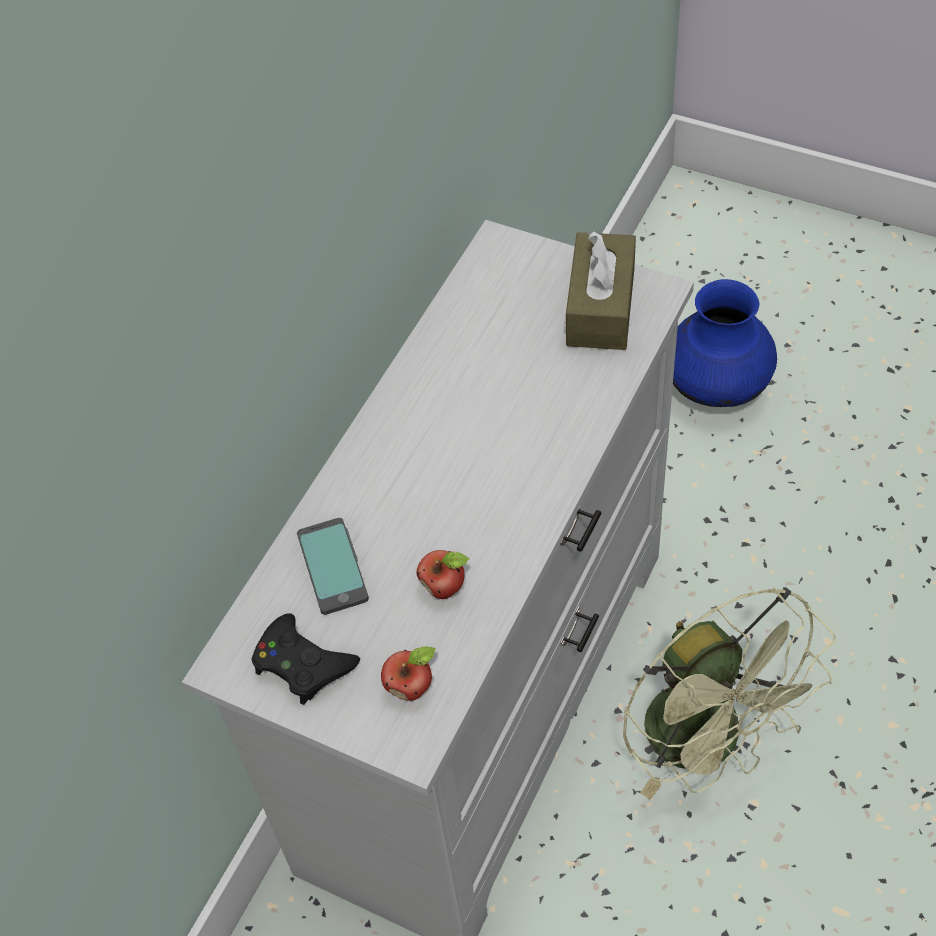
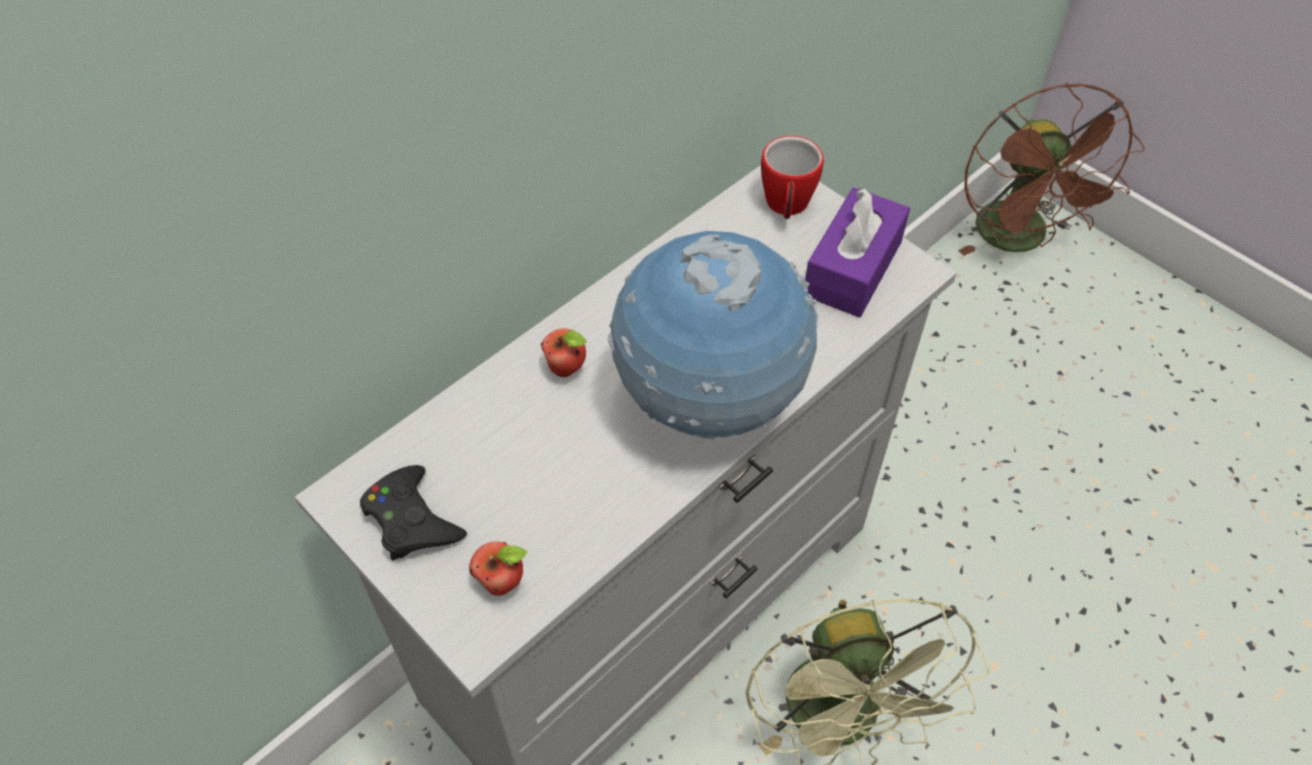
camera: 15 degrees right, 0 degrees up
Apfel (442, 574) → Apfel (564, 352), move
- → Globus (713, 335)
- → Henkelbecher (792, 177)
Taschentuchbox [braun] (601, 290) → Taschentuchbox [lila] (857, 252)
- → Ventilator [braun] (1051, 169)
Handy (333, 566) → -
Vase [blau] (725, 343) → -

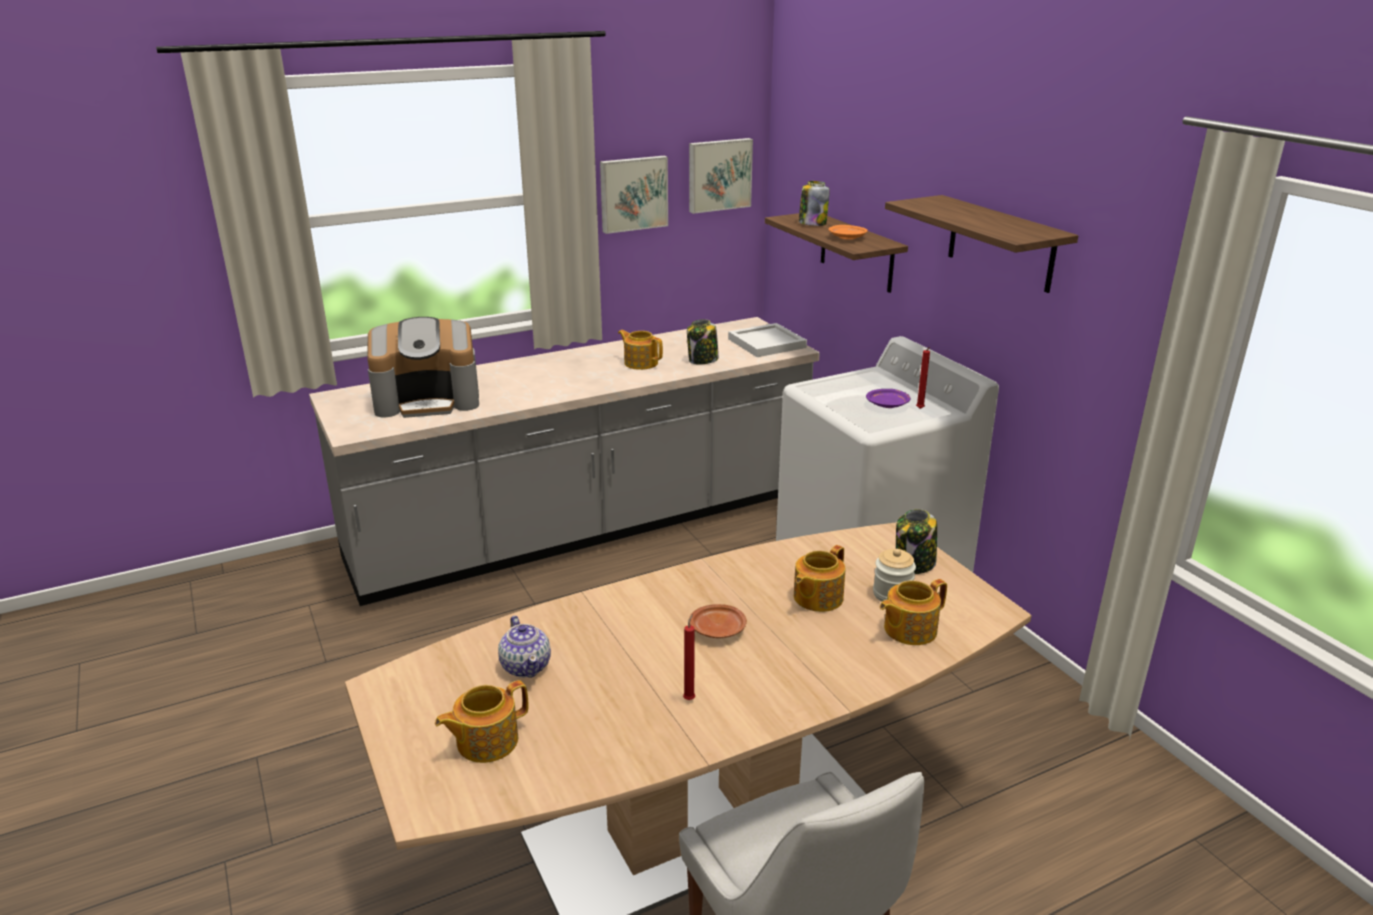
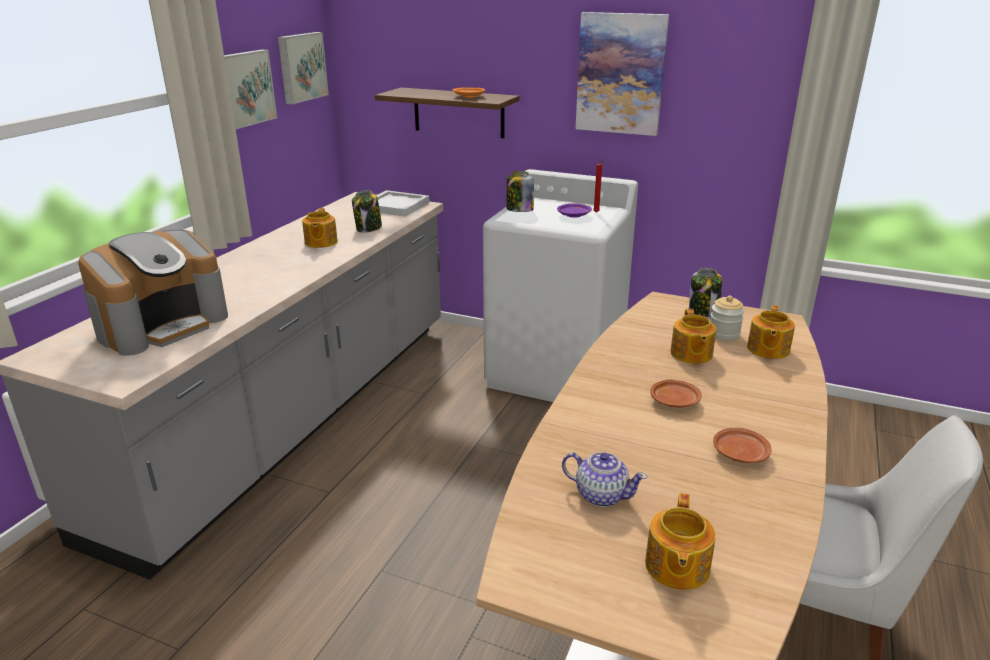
camera: 40 degrees left, 0 degrees up
Teekanne (640, 350) → Teekanne (320, 228), 90 degrees counterclockwise
Vorratsglas (814, 203) → Vorratsglas (520, 191), move
Wandregal (981, 244) → Bild (622, 74)
Kerze [rot] (689, 657) → Teller [braun] (742, 445)

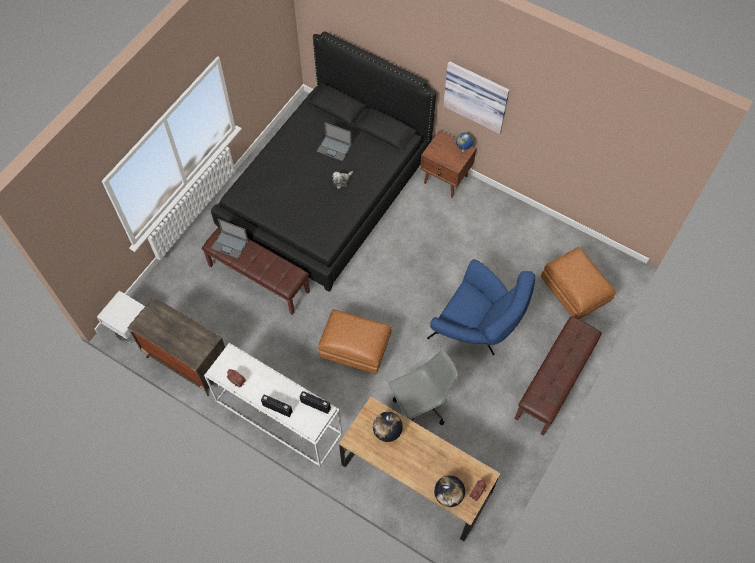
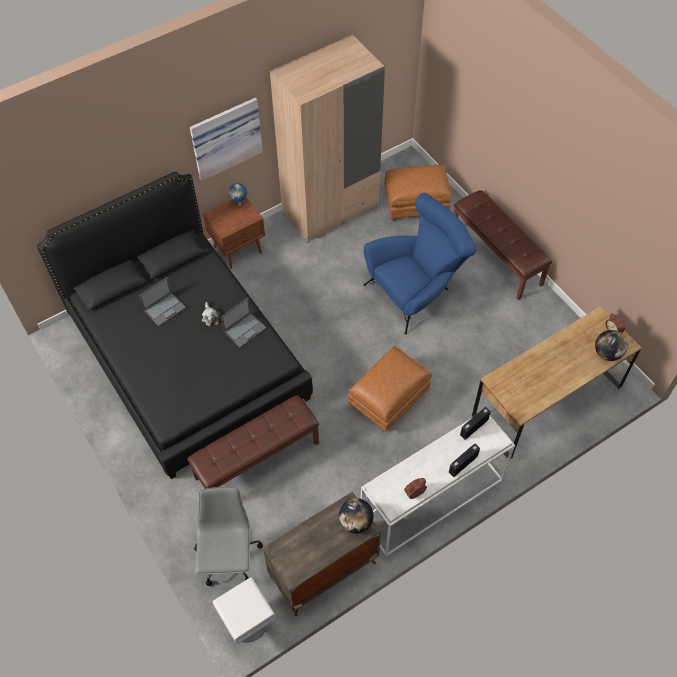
camera: 65 degrees left, 5 degrees down
Bürostuhl [grau] (423, 387) → Bürostuhl [grau] (228, 536), move
Laptop (229, 239) → Laptop (244, 322), move
- → Kleiderschrank [beige] (327, 139)
Globus (388, 427) → Globus (356, 516), move

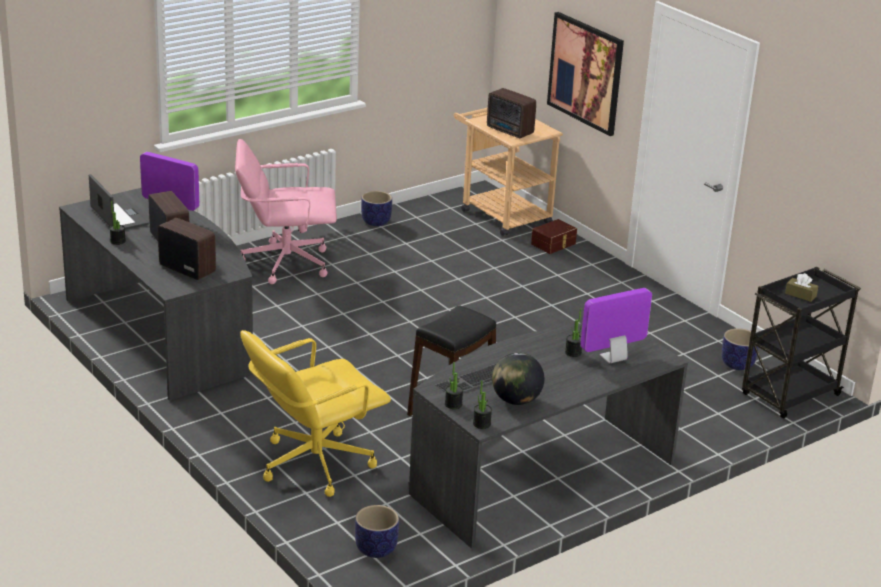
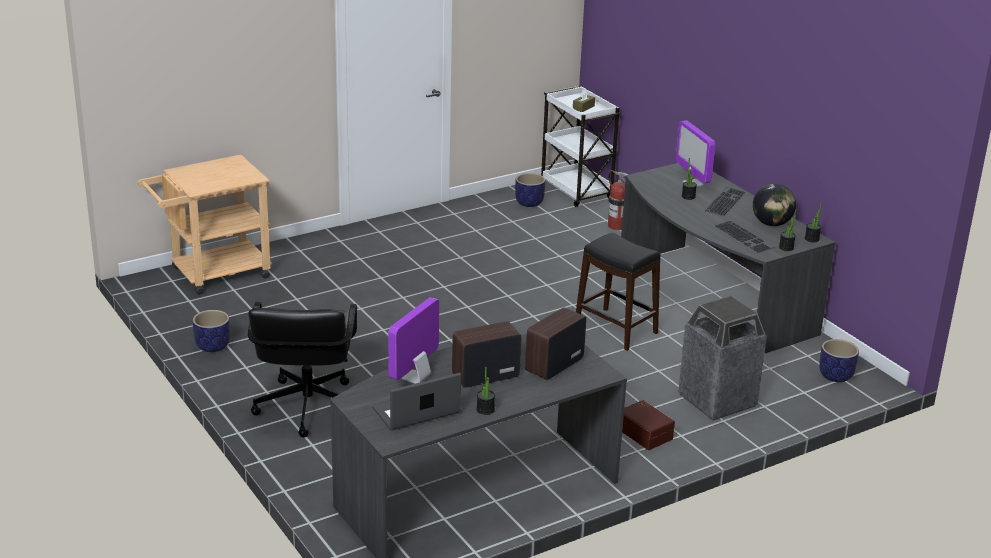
camera: 85 degrees left, 0 degrees up
Bürostuhl [rosa] (286, 211) → Bürostuhl [schwarz] (302, 370)
Rollwagen [schwarz] (801, 343) → Rollwagen [weiß] (581, 146)
- → Feuerlöscher (618, 200)
Aufbewahrungsbox [braun] (554, 236) → Aufbewahrungsbox [braun] (648, 425), move
Bürostuhl [gelb] (315, 413) → Mülleimer (722, 358)
- → Tastatur (725, 201)
Radio (511, 113) → -
Bild (585, 74) → -

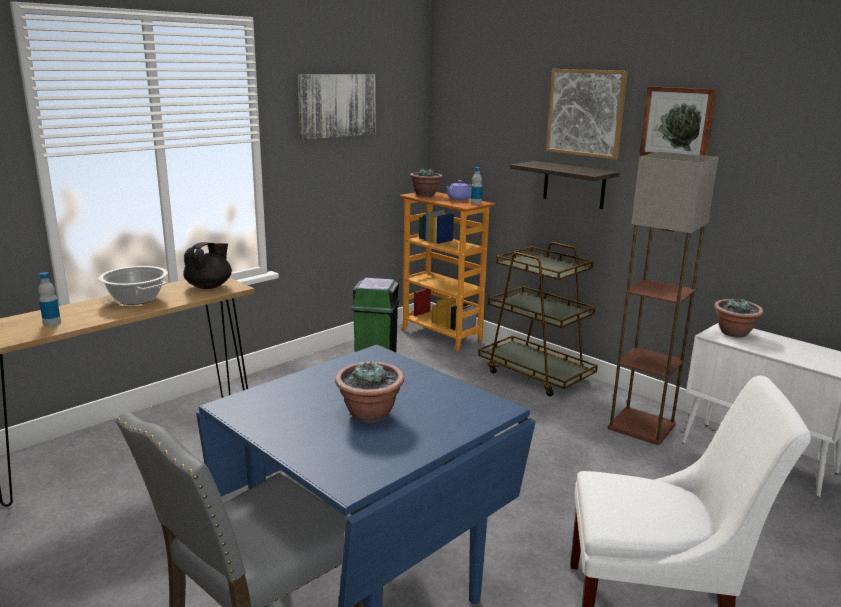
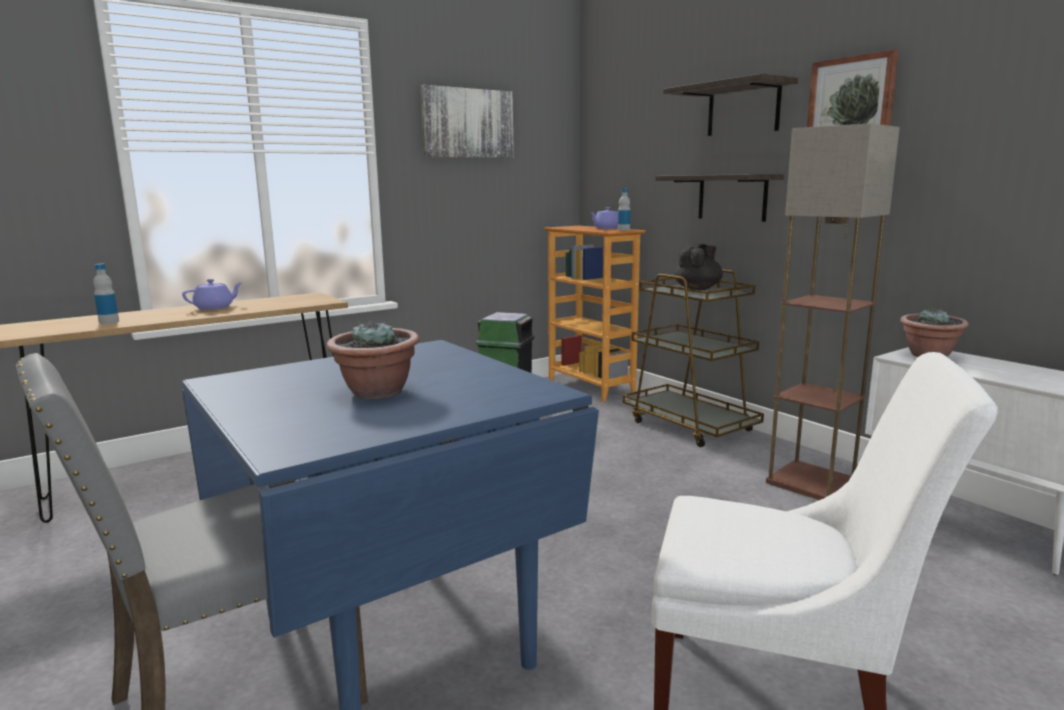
camera: 10 degrees right, 5 degrees down
Kochtopf (133, 285) → Teekanne [lila] (212, 294)
Bild (587, 114) → Wandregal (730, 104)
Teekanne [schwarz] (207, 265) → Teekanne [schwarz] (698, 267), move
Topfpflanze (426, 182) → -

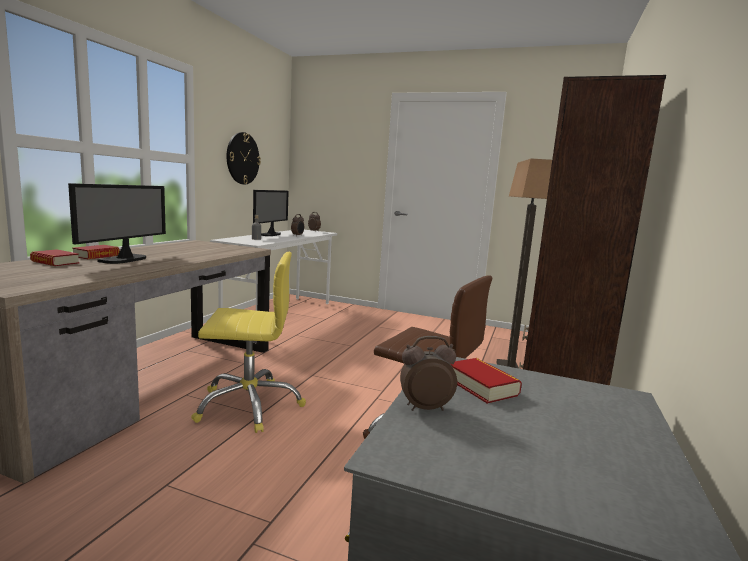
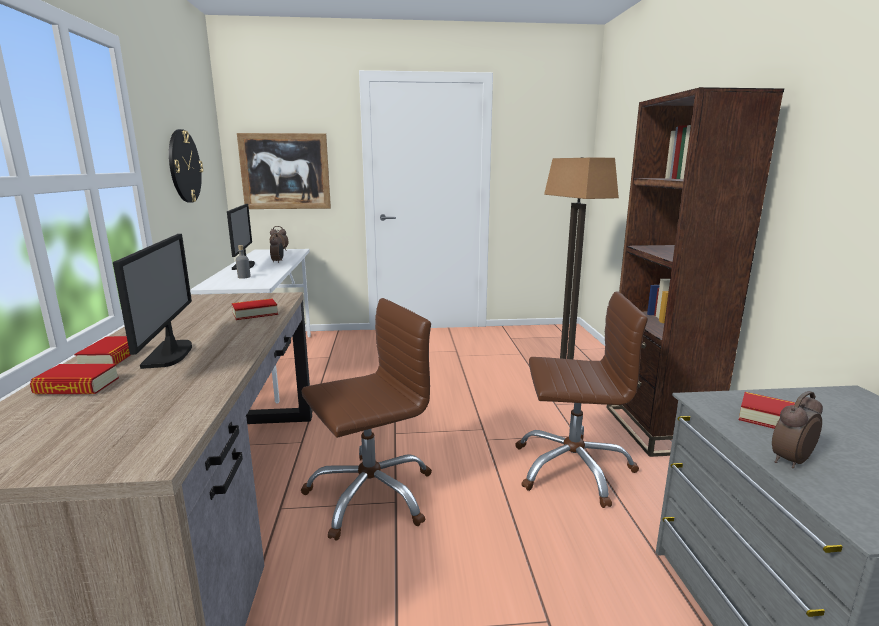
camera: 25 degrees left, 5 degrees up
- → Buch (255, 309)
- → Bild (284, 171)
Bürostuhl [gelb] (248, 342) → Bürostuhl [braun] (366, 419)

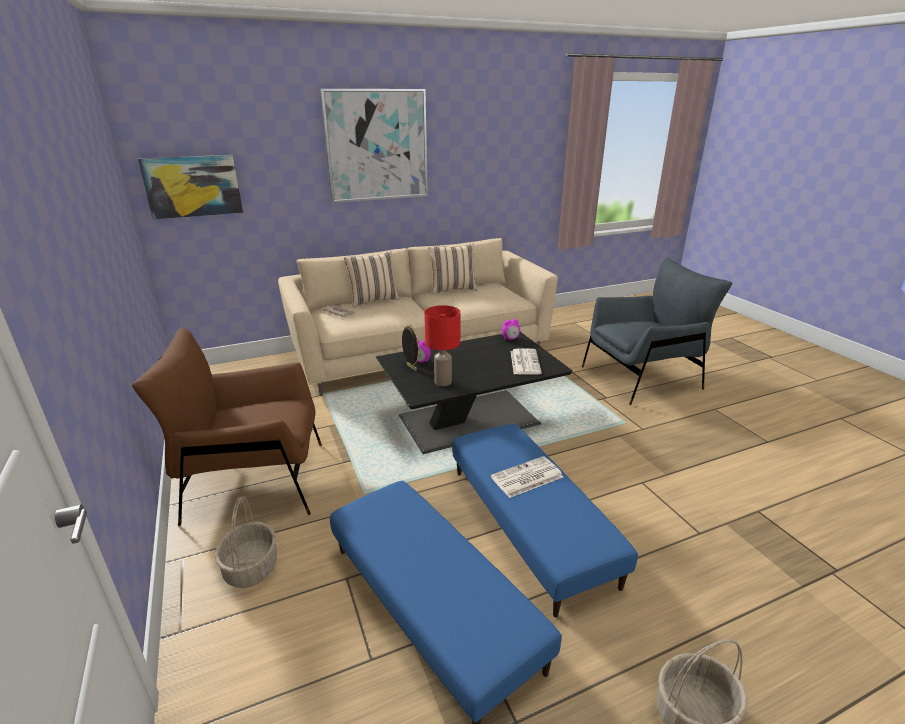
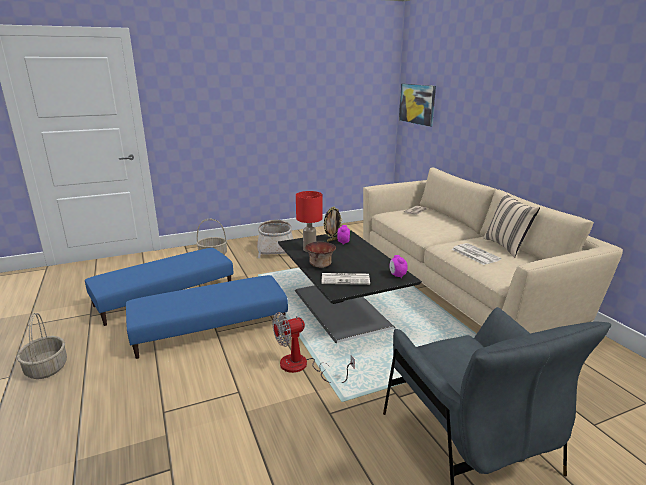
camera: 90 degrees right, 5 degrees down
Sessel [braun] (227, 426) → Korb (275, 239)
- → Ventilator (313, 347)
- → Schüssel (320, 255)
Zeitung (527, 477) → Zeitung (476, 254), move
Bild (374, 146) → -
Kissen [beige] (372, 279) → -

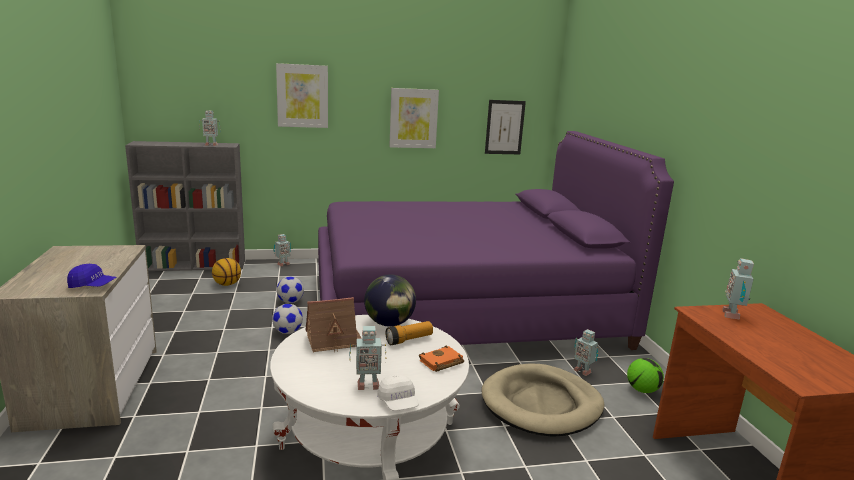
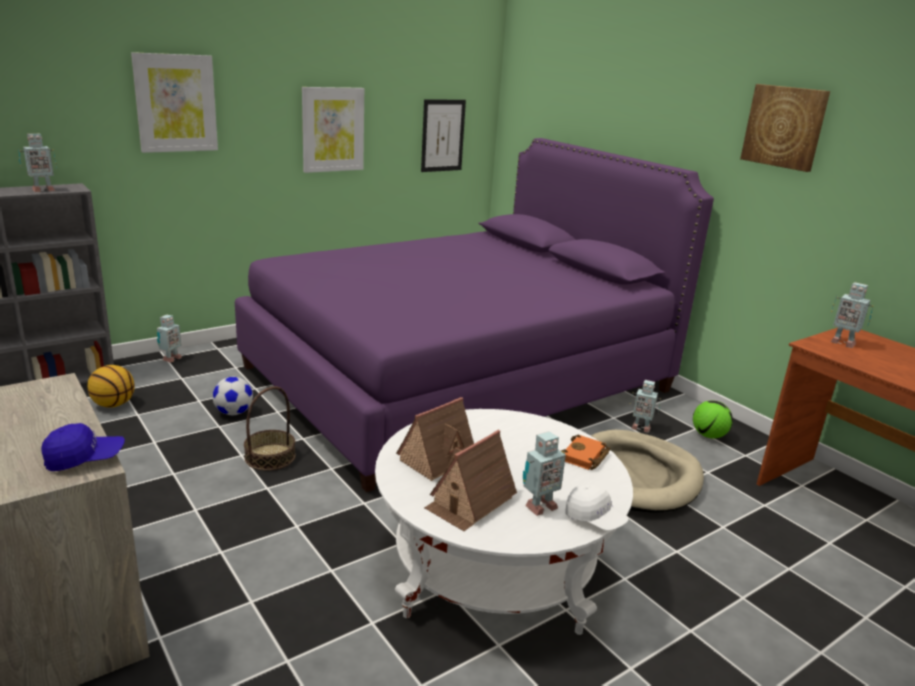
camera: 25 degrees left, 5 degrees up
Fußball (287, 319) → Korb (270, 428)
- → Spielzeughaus (470, 480)
- → Bild (785, 128)
Spielzeugroboter (738, 289) → Spielzeugroboter (851, 315), 45 degrees counterclockwise
Globus (390, 300) → -
Taschenlampe (409, 333) → -

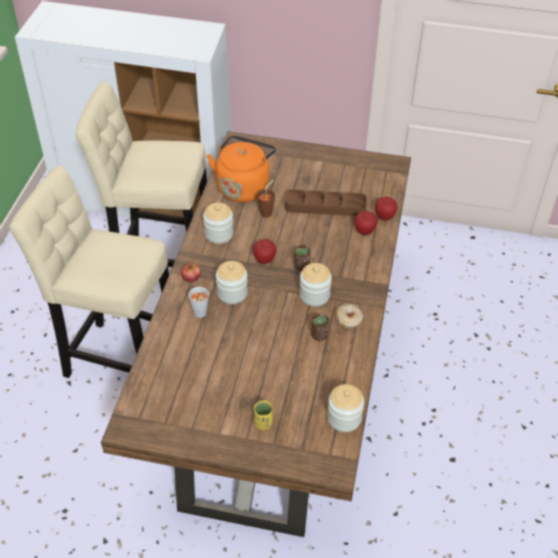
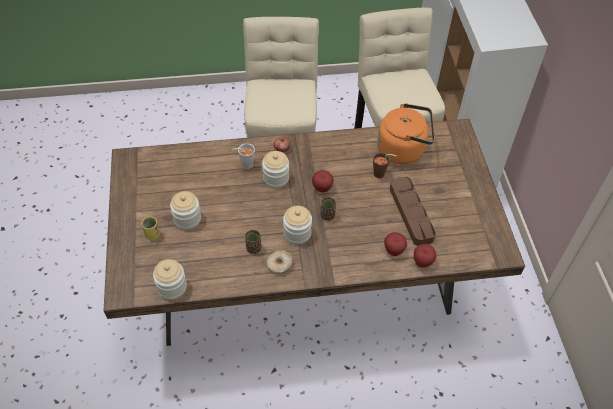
camera: 70 degrees right, 5 degrees up
Vorratsglas (218, 223) → Vorratsglas (185, 210), move

